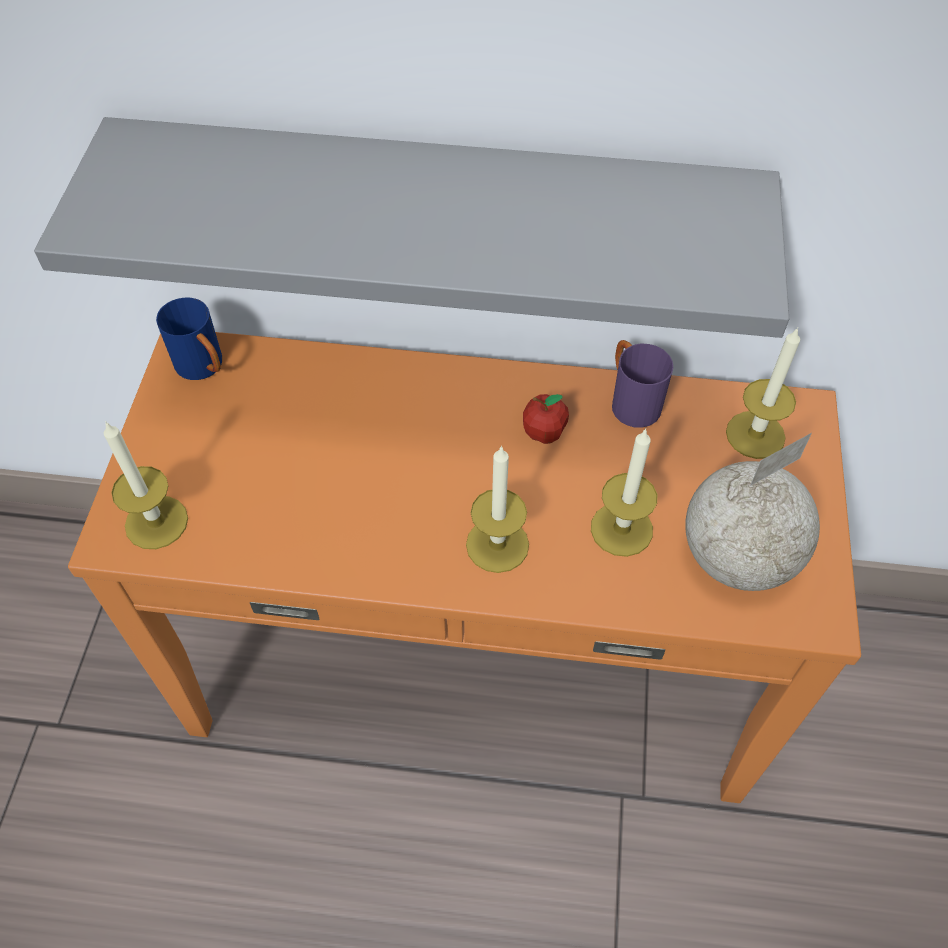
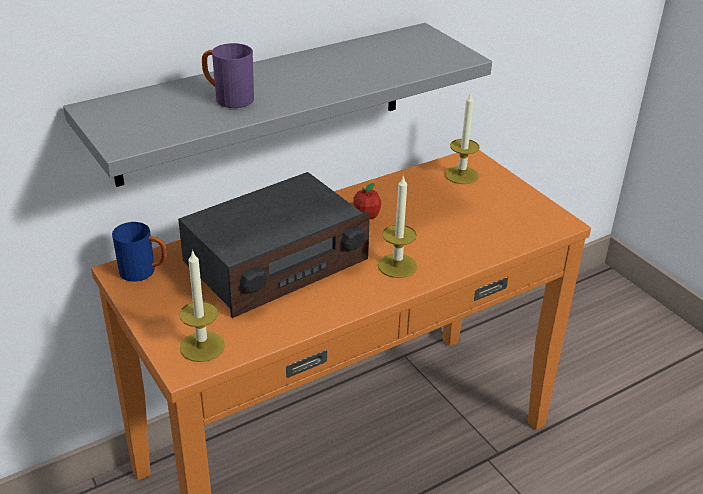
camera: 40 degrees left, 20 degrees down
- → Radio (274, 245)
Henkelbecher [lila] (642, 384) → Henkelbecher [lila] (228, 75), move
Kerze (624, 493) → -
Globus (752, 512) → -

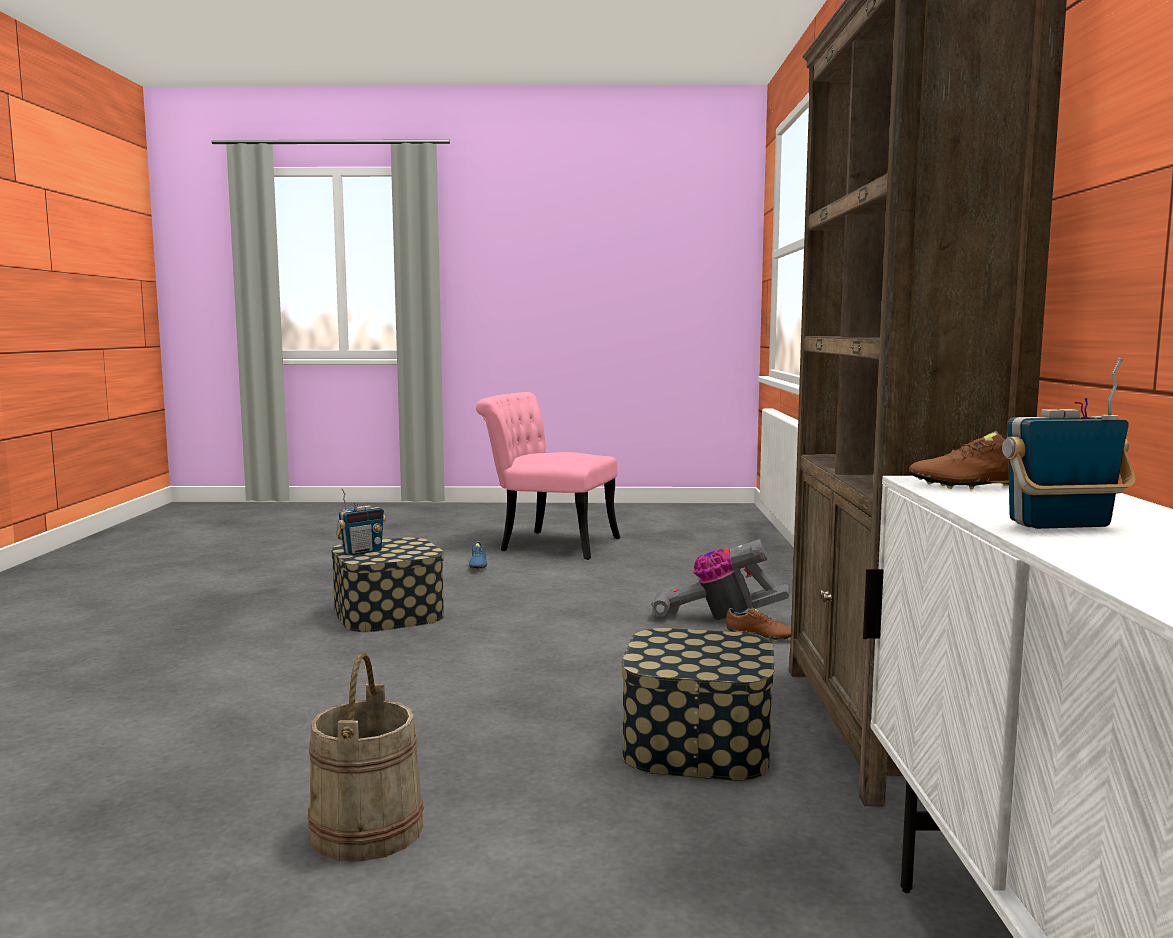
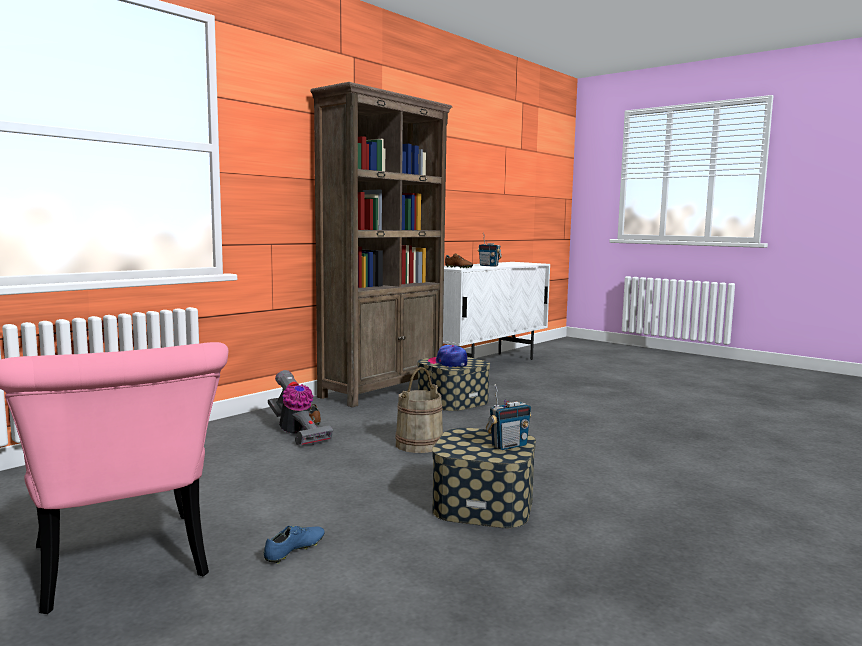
camera: 140 degrees left, 0 degrees up
Eimer [beige] (366, 757) → Eimer [beige] (419, 410), move
- → Kappe (447, 356)
Radio (361, 521) → Radio (508, 417), 150 degrees clockwise

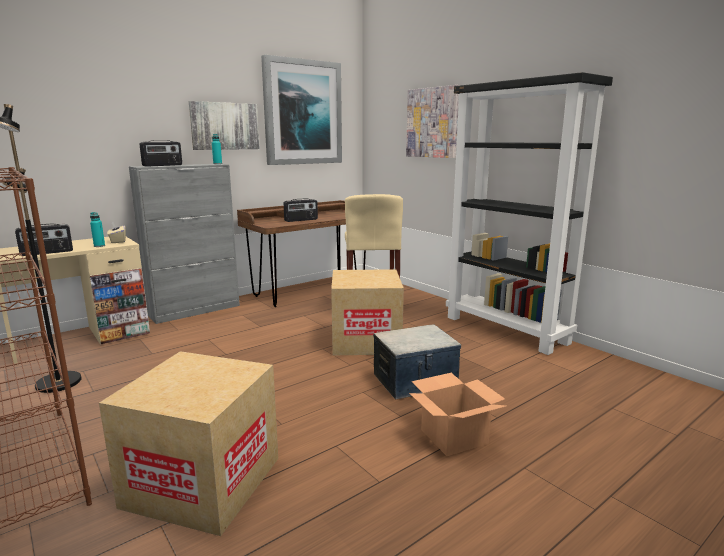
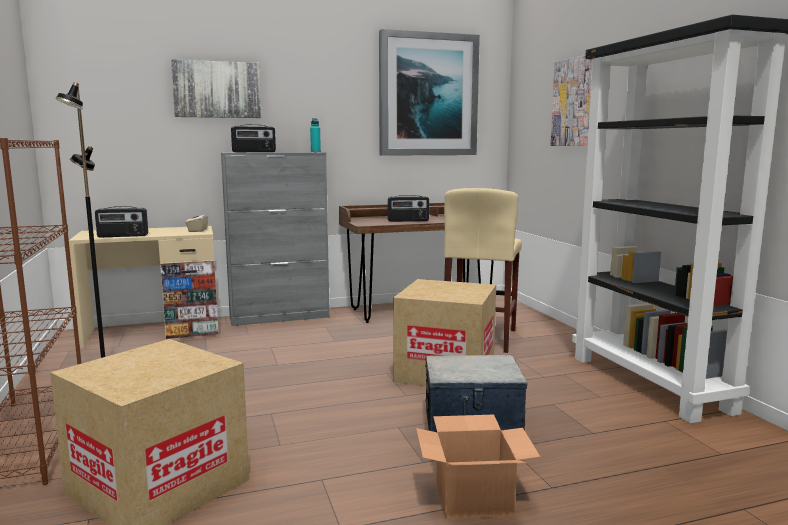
camera: 20 degrees right, 5 degrees down
Bild (224, 125) → Bild (216, 88), move
Flasche [türkis] (97, 229) → -

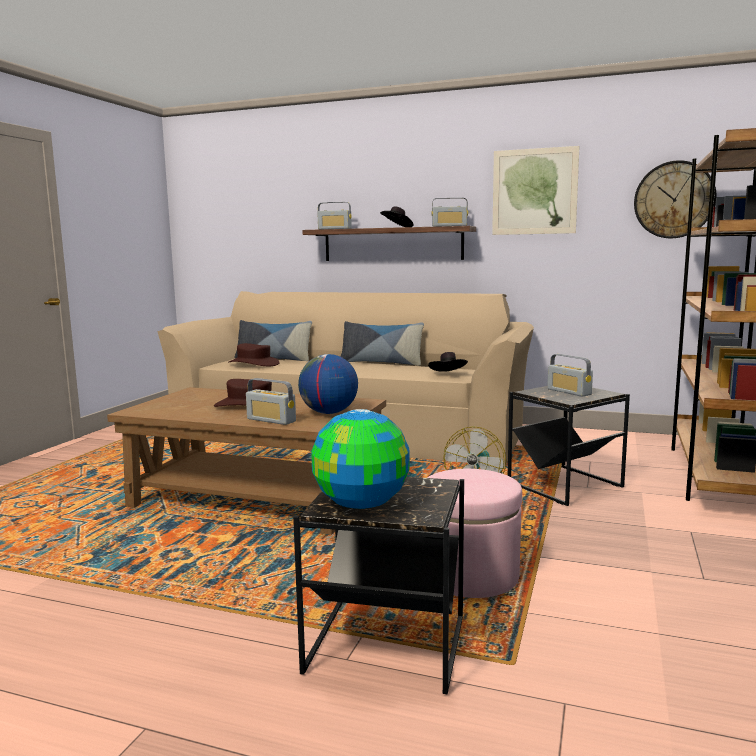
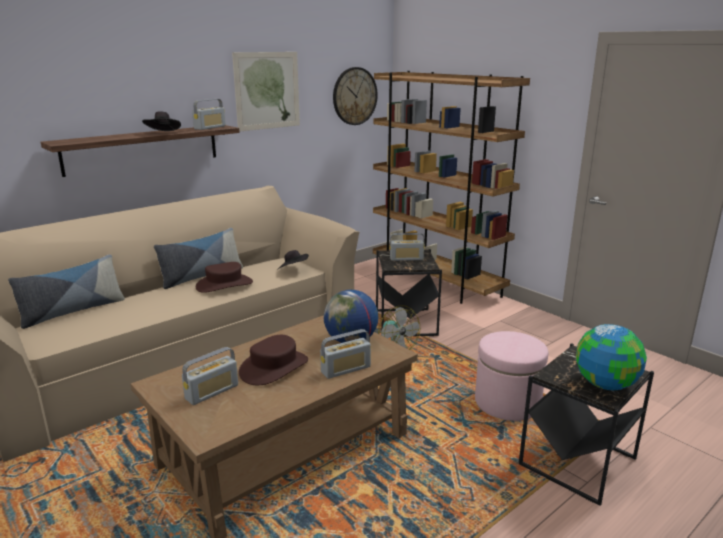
camera: 60 degrees left, 10 degrees up
Radio (335, 215) → Radio (210, 376), move
Hut [braun] (254, 354) → Hut [braun] (224, 277), move

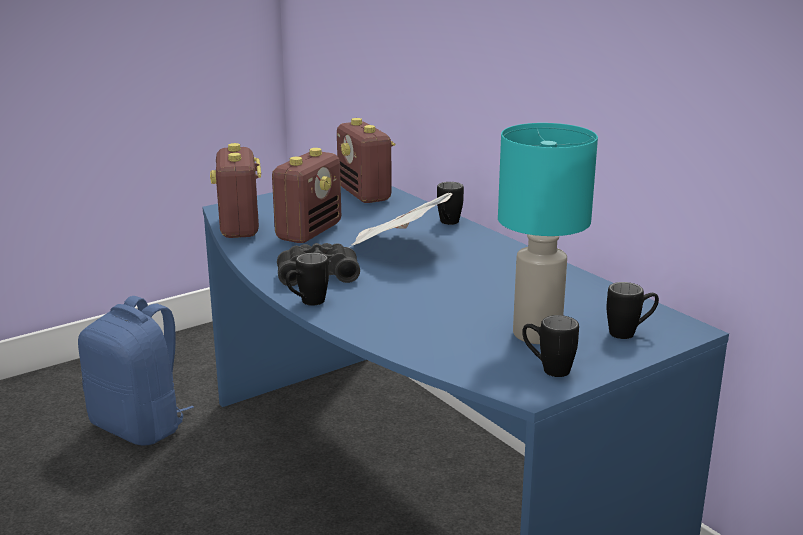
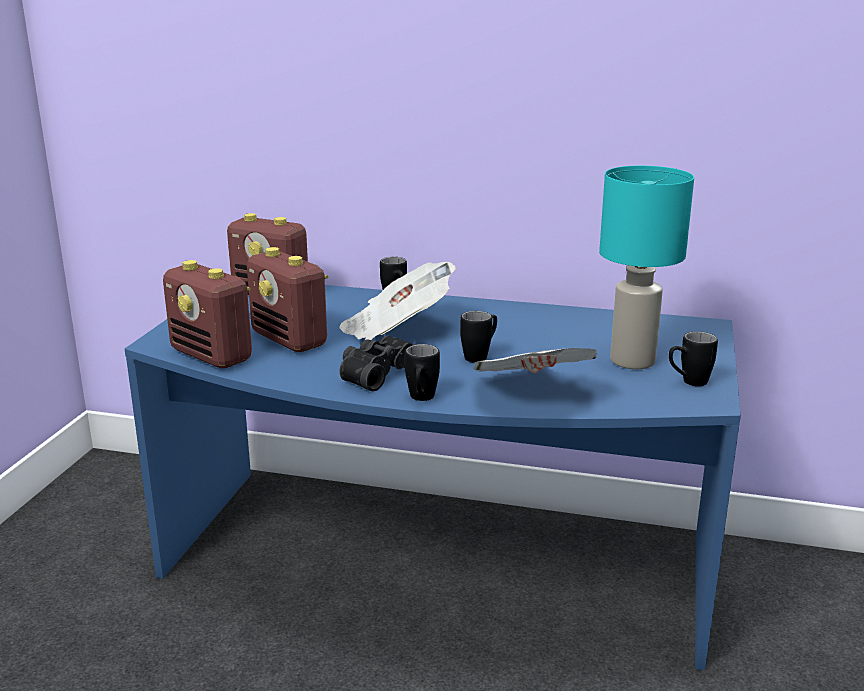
camera: 40 degrees left, 0 degrees up
Radio (306, 195) → Radio (287, 299), 150 degrees clockwise
Henkelbecher [schwarz] (633, 310) → Henkelbecher [schwarz] (478, 337), move
- → Zeitung (535, 360)
Rucksack [blau] (136, 371) → -

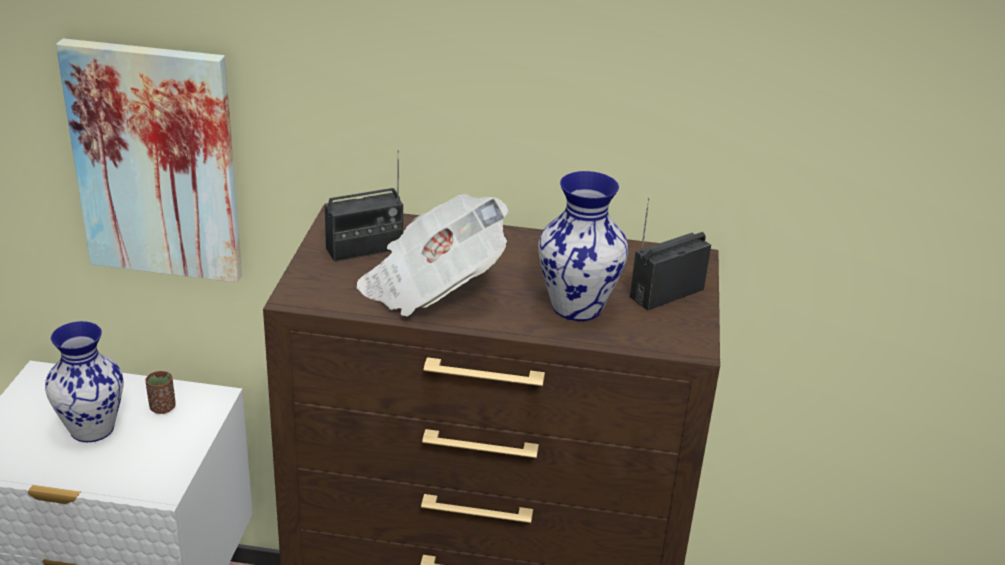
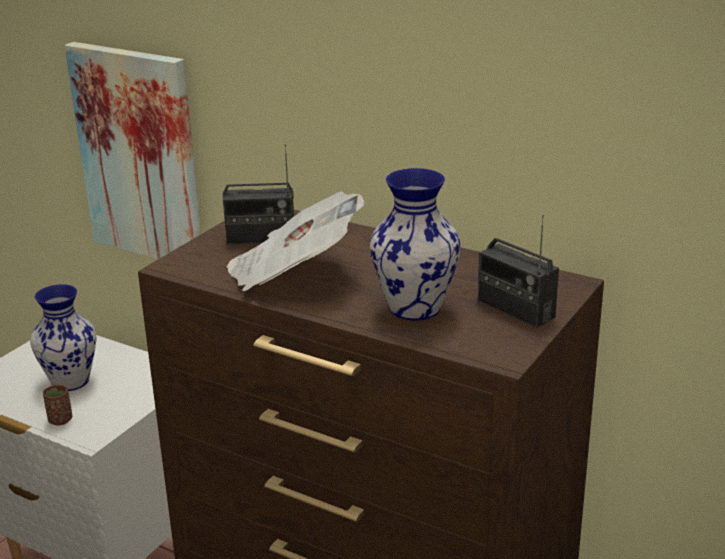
camera: 25 degrees right, 5 degrees down
Tasse [braun] (161, 392) → Tasse [braun] (57, 405), move
Radio (670, 254) → Radio (518, 271), 120 degrees counterclockwise

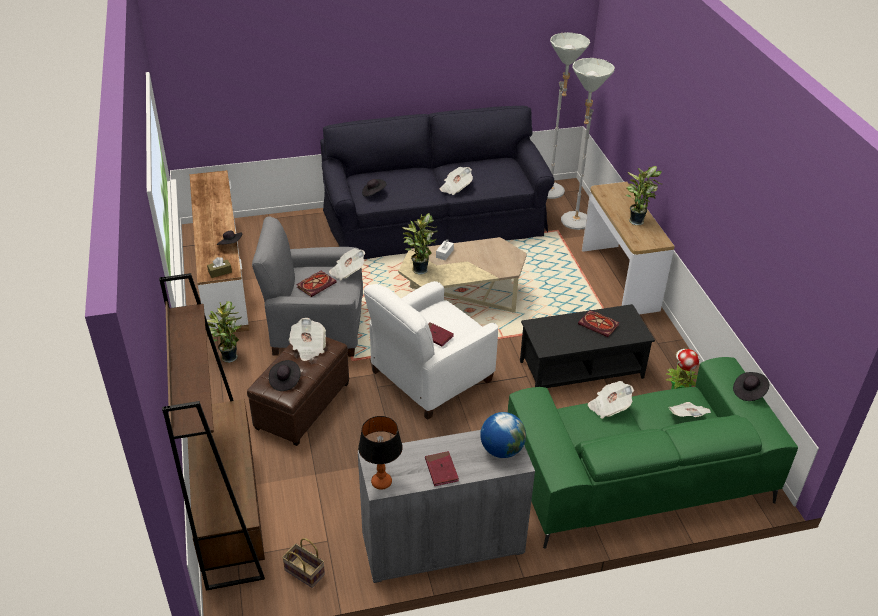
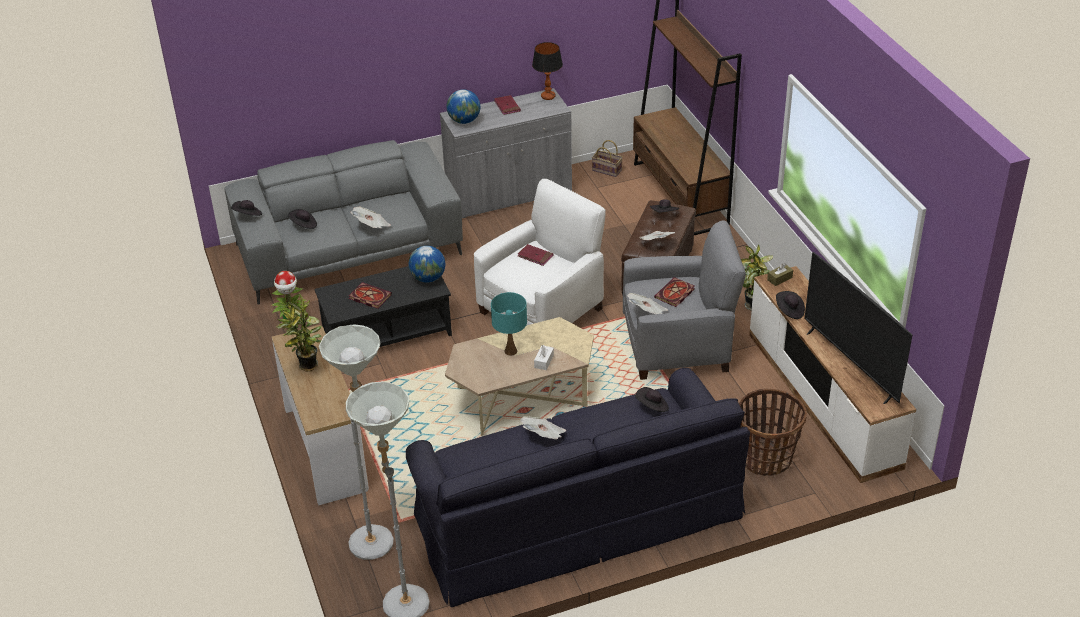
camera: 175 degrees right, 0 degrees up
Sofa [grün] (653, 453) → Sofa [grau] (343, 222)
Zeitung (690, 409) → Hut [schwarz] (302, 219)
- → Globus (427, 264)
- → Tischlampe [türkis] (509, 324)
- → Korb (773, 432)
- → Fernseher (858, 328)
Topfpflanze (419, 243) → -

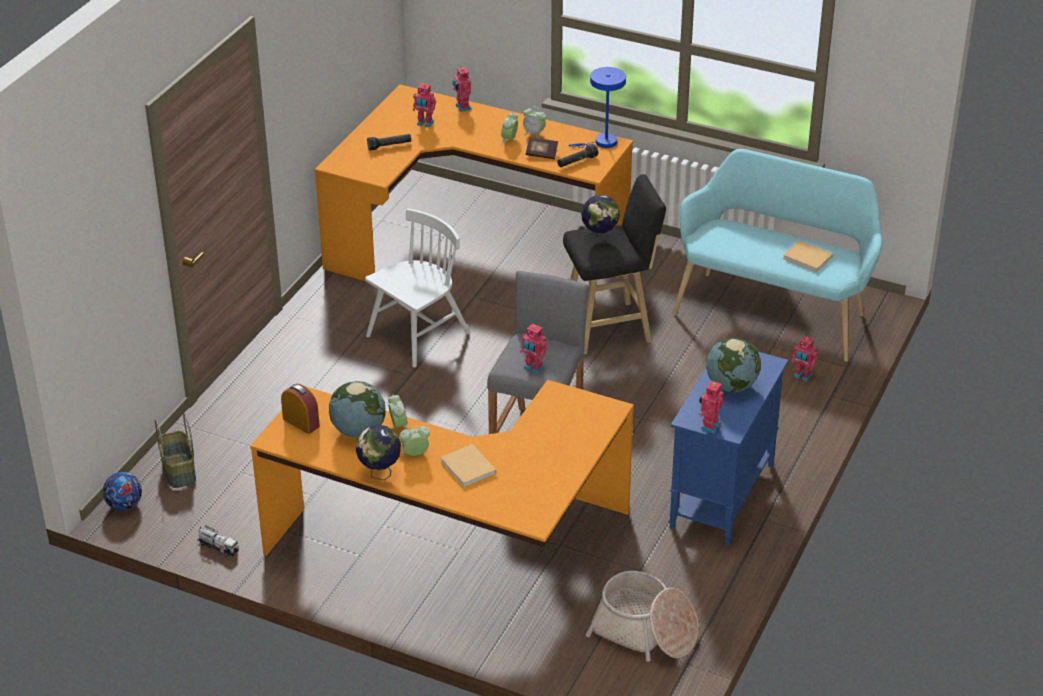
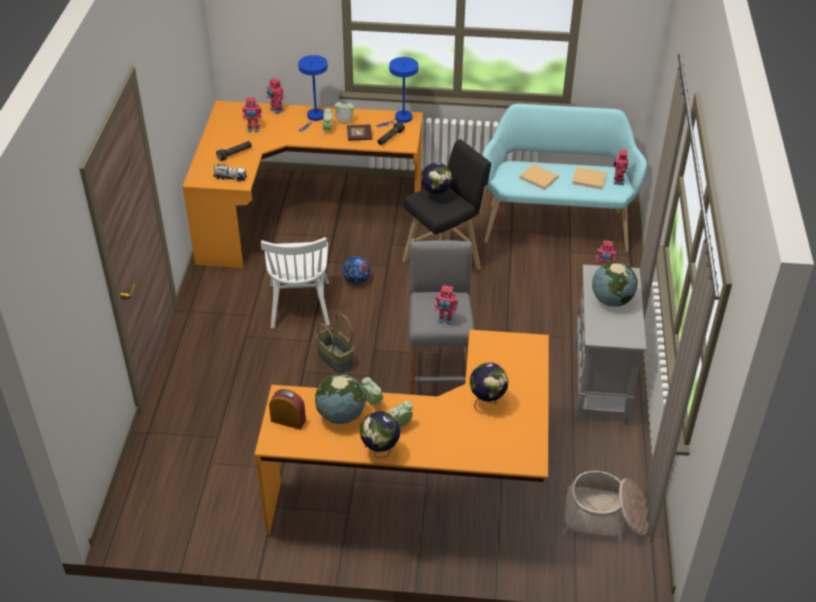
camera: 20 degrees left, 5 degrees up
Spielzeuglaster (218, 540) → Spielzeuglaster (230, 173), move
Stuhl [weiß] (417, 287) → Stuhl [weiß] (295, 283), 150 degrees clockwise
- → Tischlampe [blau] (313, 93)
Korb (175, 450) → Korb (335, 343), move
Fußball (122, 491) → Fußball (356, 270), move
- → Globus (489, 388)
Buch [beige] (468, 466) → Buch [beige] (539, 177), move
Schrank [blau] (728, 449) → Schrank [grau] (610, 344)
Spielzeugroboter (711, 406) → Spielzeugroboter (621, 167), move

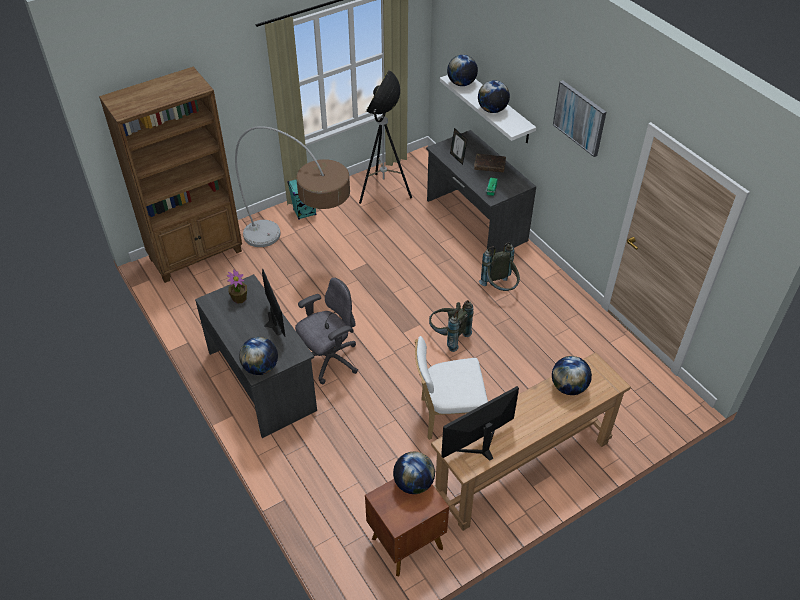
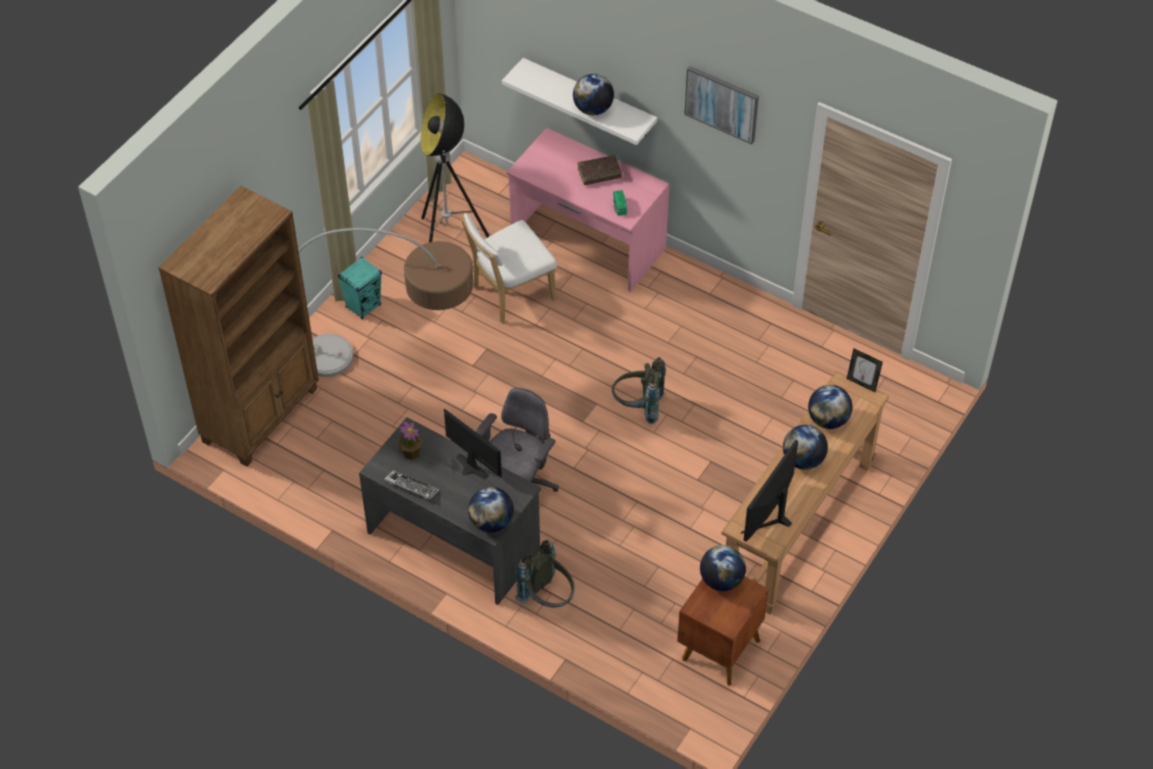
camera: 25 degrees left, 5 degrees up
- → Tastatur (412, 484)
Stuhl [weiß] (451, 388) → Stuhl [weiß] (509, 268), move
Schreibtisch [grau] (481, 192) → Schreibtisch [rosa] (587, 210)
Rucksack [grau] (499, 266) → Rucksack [grau] (545, 574), move
Globus (462, 70) → Globus (805, 447), move
Bilderrahmen (459, 146) → Bilderrahmen (865, 370), move

